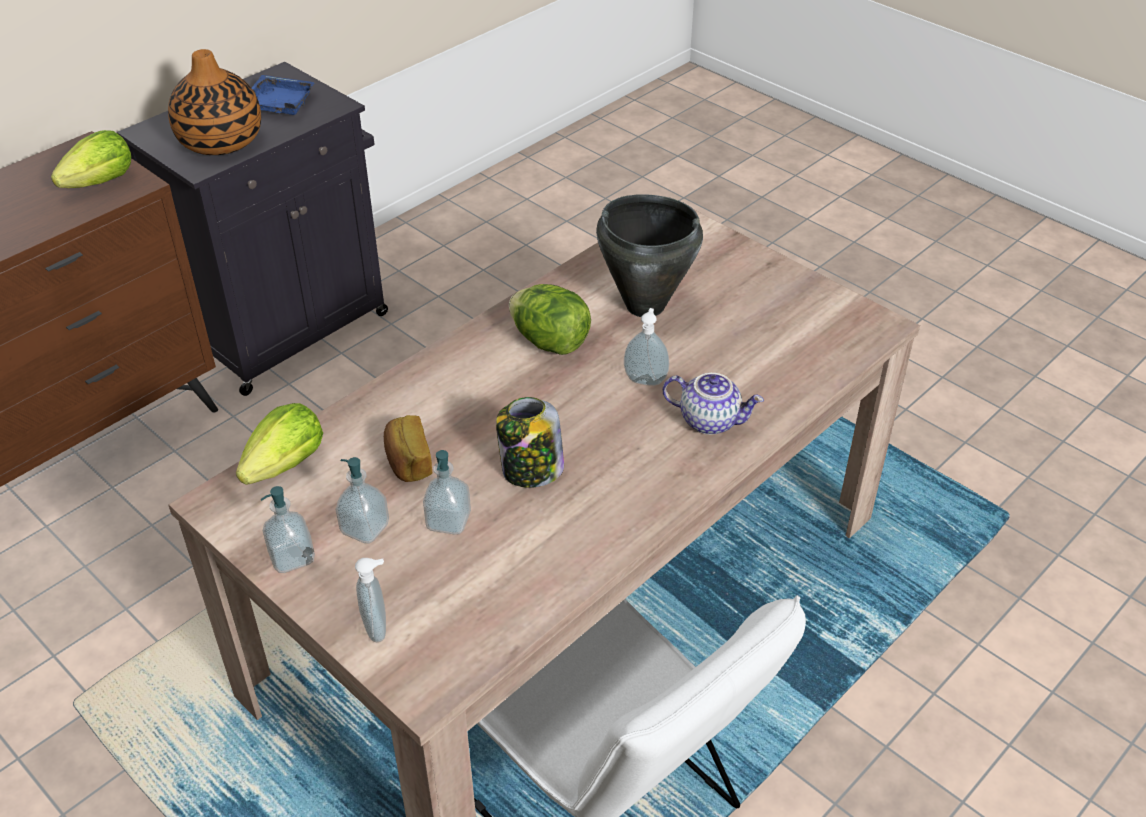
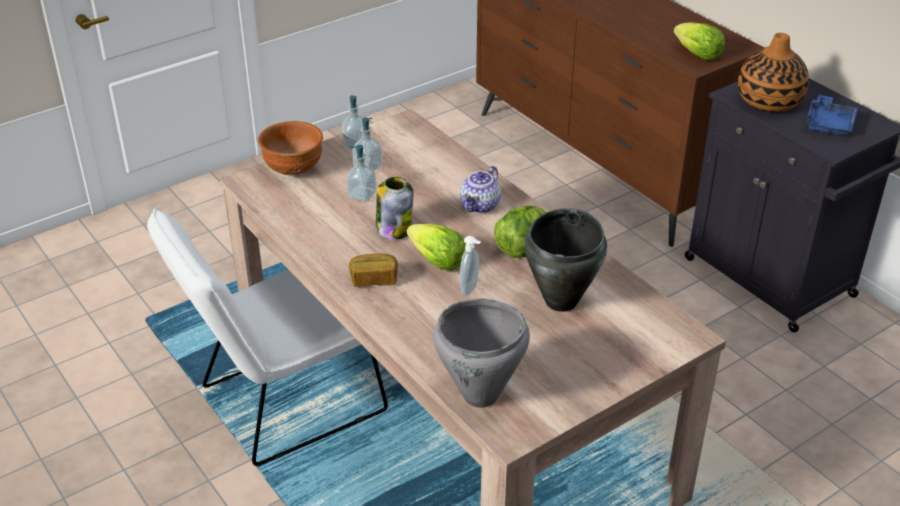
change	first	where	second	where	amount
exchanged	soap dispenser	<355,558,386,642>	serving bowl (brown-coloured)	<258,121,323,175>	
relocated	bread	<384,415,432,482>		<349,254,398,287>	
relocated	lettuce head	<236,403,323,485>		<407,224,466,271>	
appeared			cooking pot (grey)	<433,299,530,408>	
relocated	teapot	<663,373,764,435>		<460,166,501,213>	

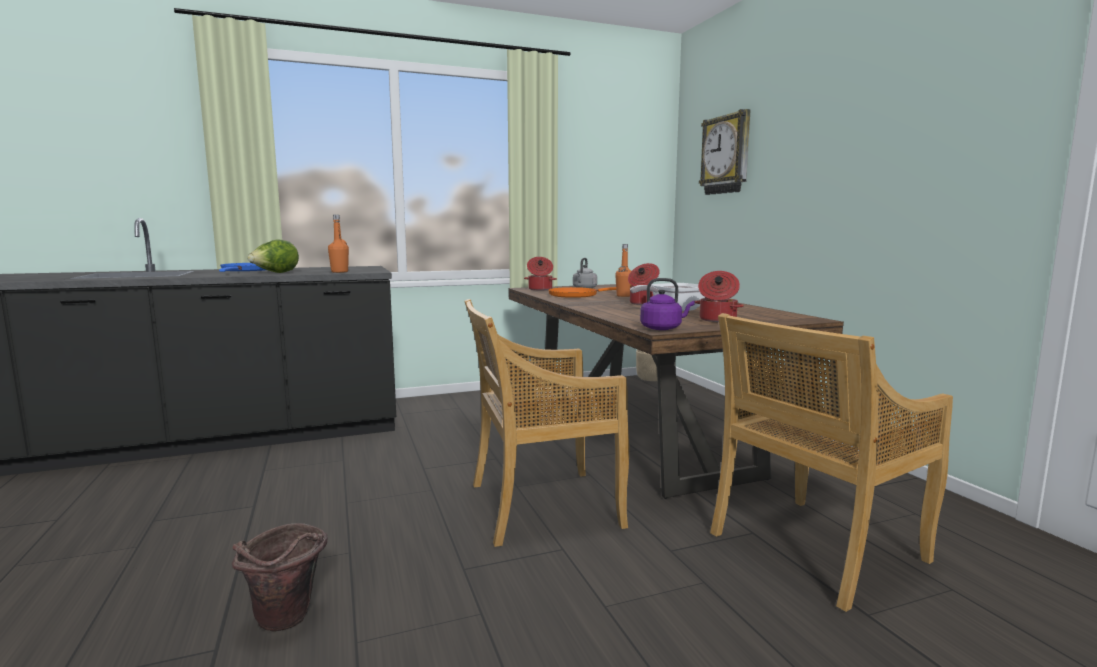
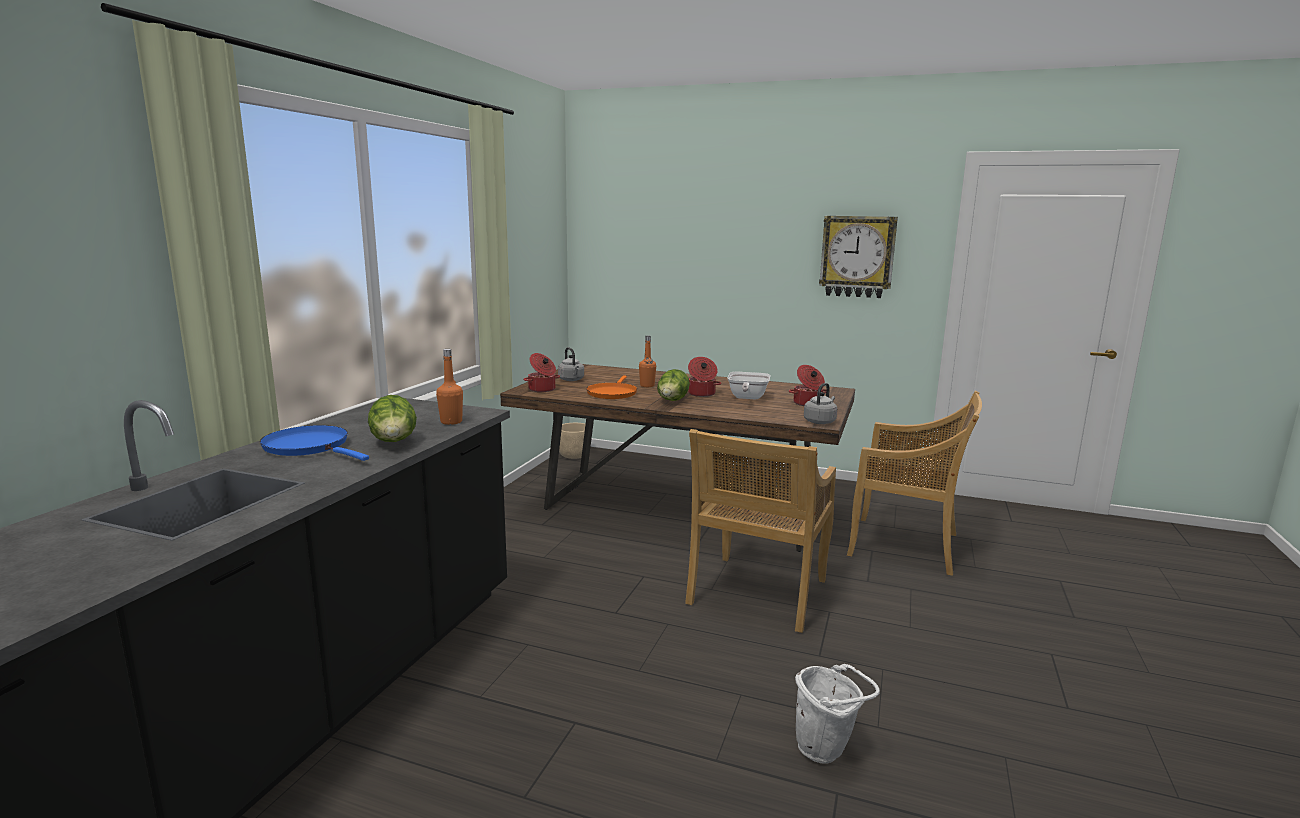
change	first	where	second	where	amount
appeared			lettuce head	<657,369,690,401>	
colour	pail (brown-coloured)	<232,523,327,631>	pail (whitish)	<795,664,880,764>	
colour	tea kettle (purplish)	<640,278,695,330>	tea kettle (grey)	<804,383,837,424>	
relocated	wall clock	<699,109,750,195>		<819,216,898,298>	
spun	chair (beige)	<710,313,953,612>		<847,391,982,576>	75 degrees counterclockwise

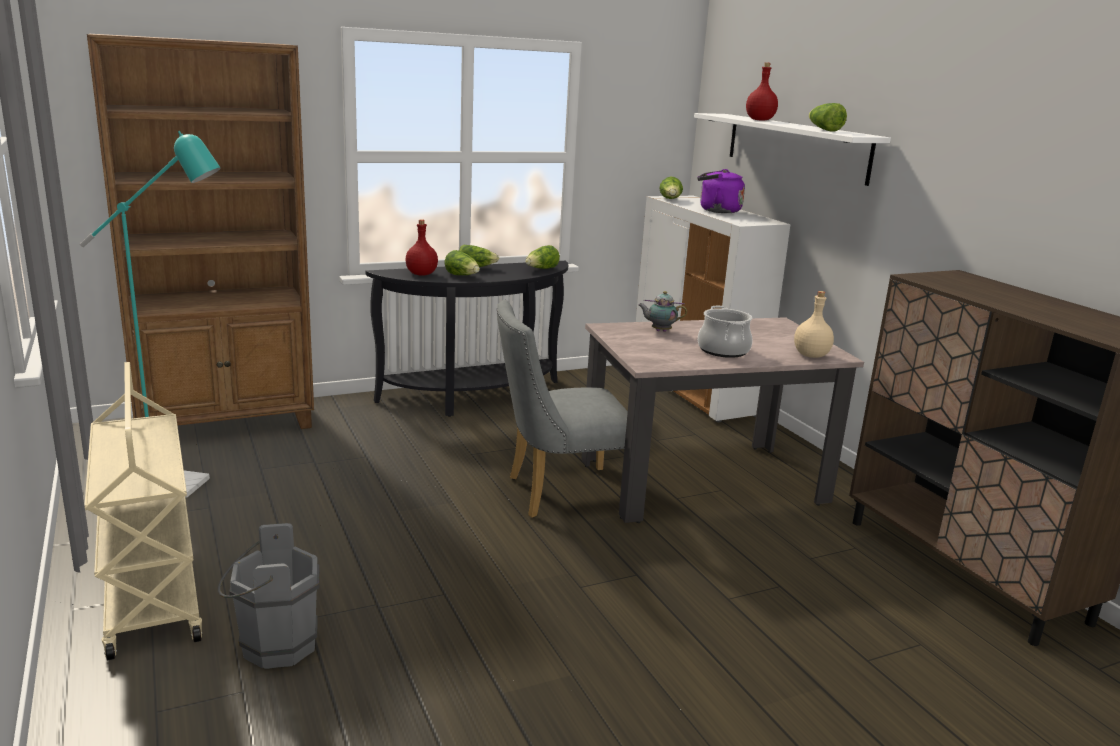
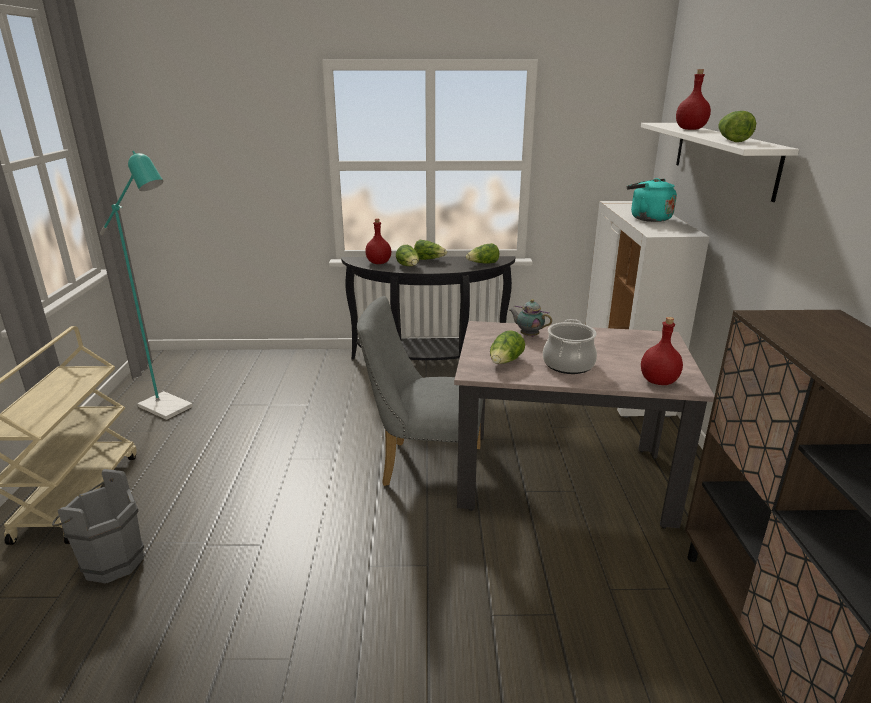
change	first	where	second	where	amount
relocated	lettuce head	<659,176,683,199>		<490,330,525,364>	
colour	tea kettle (purplish)	<697,169,745,213>	tea kettle (blue-green)	<627,178,677,222>	
colour	bottle (beige)	<794,291,834,358>	bottle (reddish)	<641,317,683,385>	
missing	shelving unit (brown-coloured)	<87,34,314,429>			

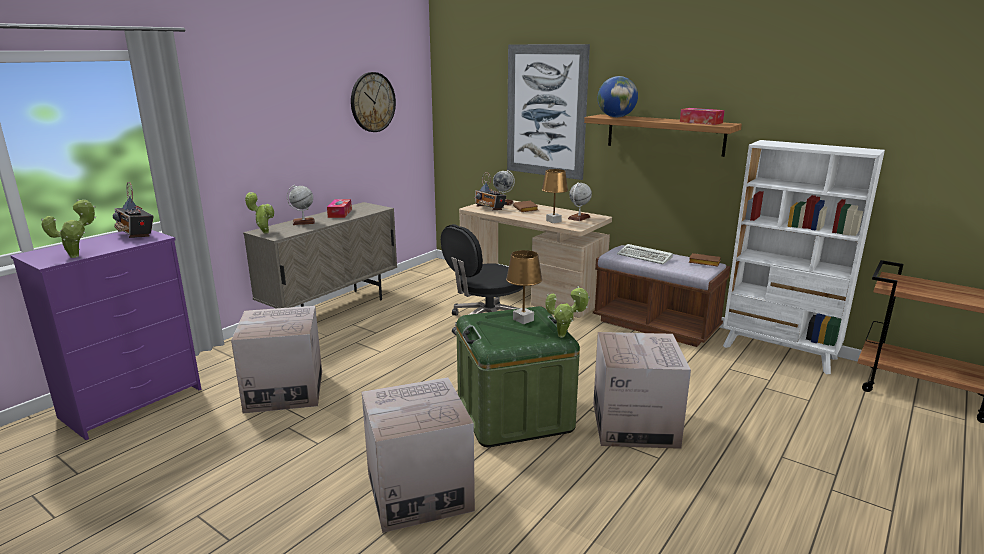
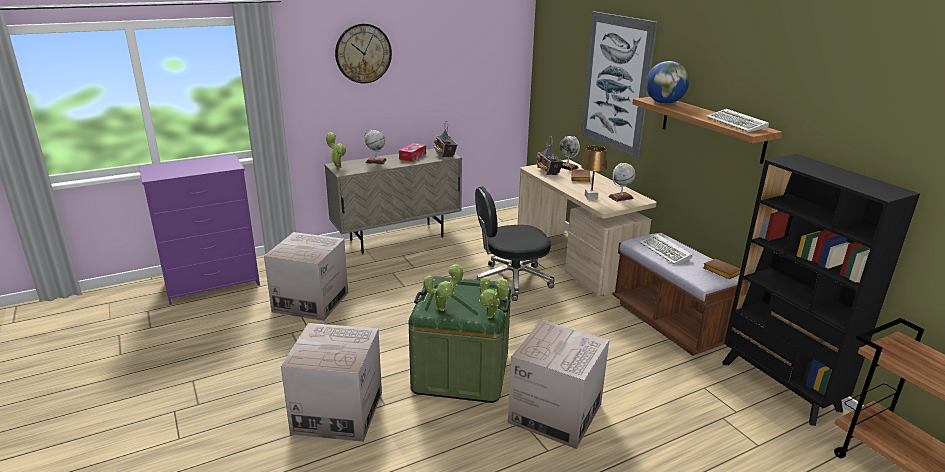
change	first	where	second	where	amount
relocated	wall clock	<351,72,396,132>		<335,23,392,83>	
relocated	potted plant	<41,199,96,258>		<423,263,465,311>	
relocated	radio set	<113,182,154,238>		<434,121,457,157>	
exchanged	box of tissues	<680,108,725,125>	computer keyboard	<706,109,769,132>	
colour	shelving unit (whitish)	<723,140,885,374>	shelving unit (black-coloured)	<723,154,920,426>	
missing	tabletop lamp (brown-coloured)	<506,250,542,324>			

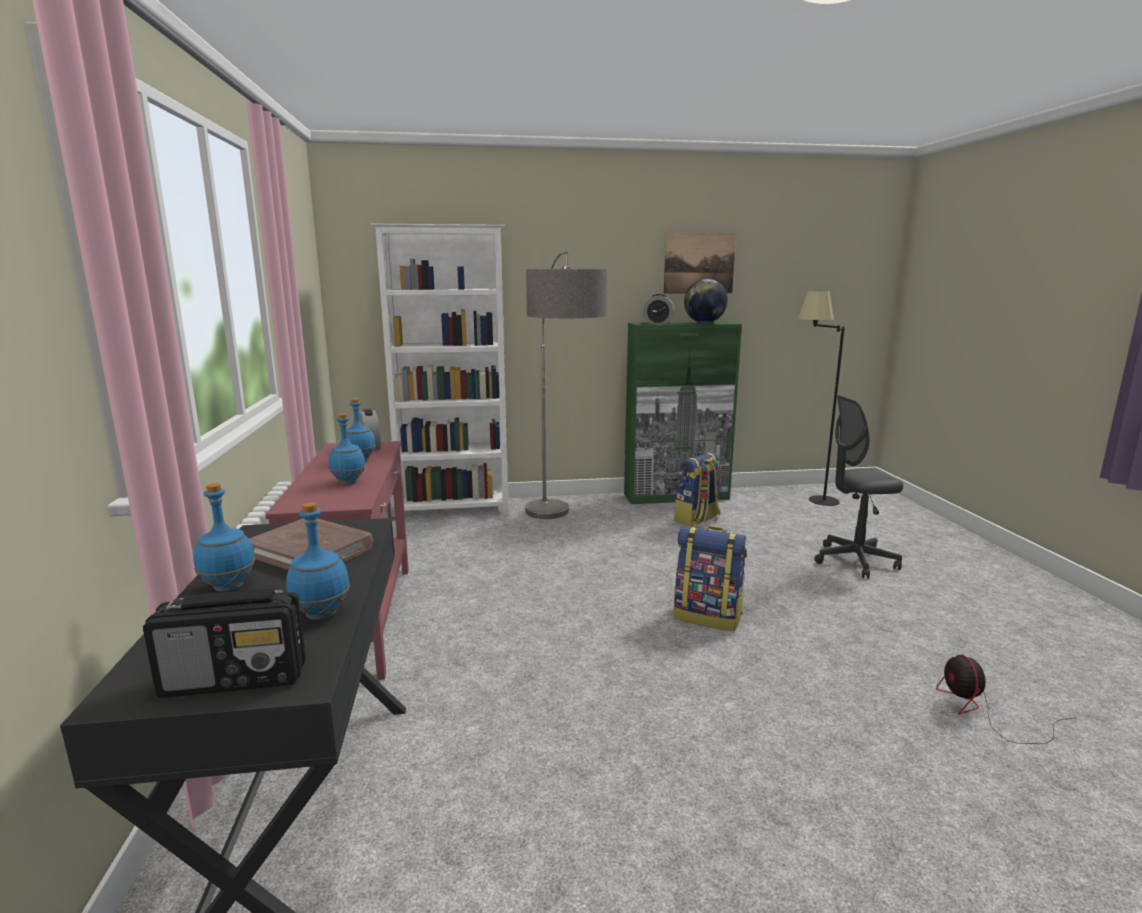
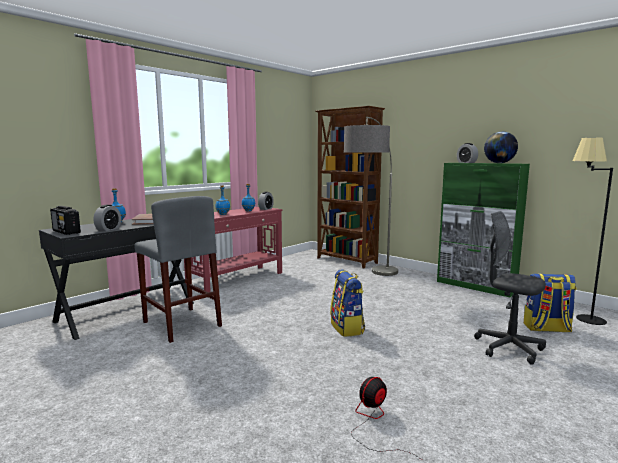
change	first	where	second	where	amount
exchanged	bottle (bluish)	<286,502,350,620>	table clock	<93,205,121,231>	
appeared			sitting stool (grey)	<134,196,222,343>	
colour	shelving unit (whitish)	<370,224,508,515>	shelving unit (brown-coloured)	<316,106,385,268>	
relocated	knapsack	<674,452,721,527>		<524,274,576,333>	
missing	wall picture	<663,233,736,294>			

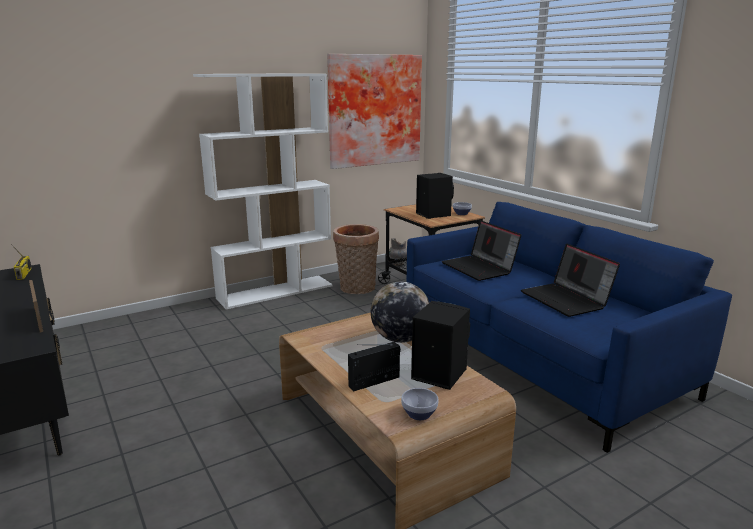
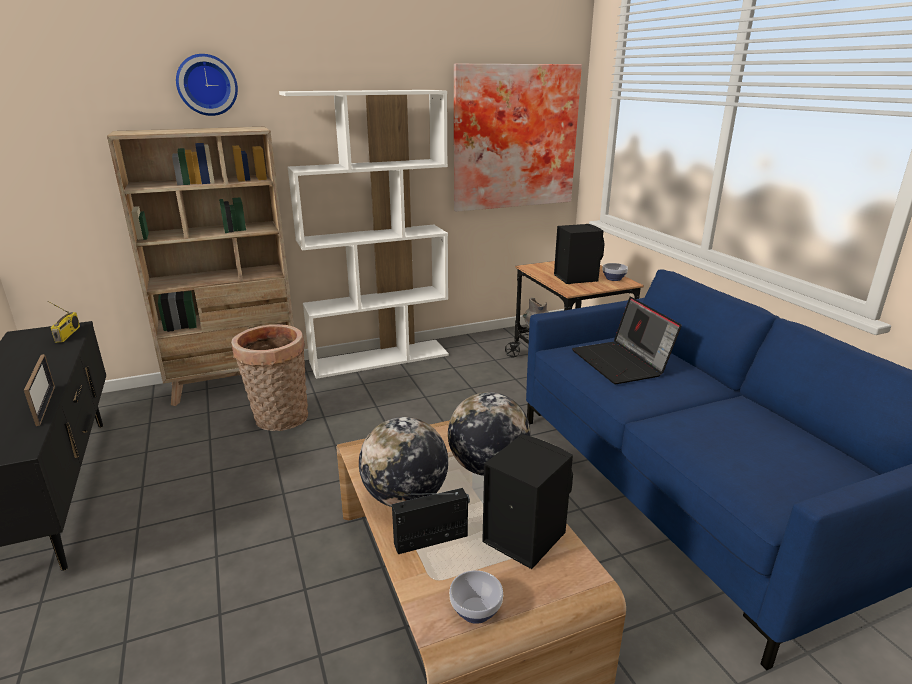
change	first	where	second	where	amount
appeared			shelving unit (beige)	<107,127,294,406>	
appeared			wall clock	<176,54,238,116>	
relocated	household basket	<333,224,379,294>		<231,324,308,431>	
appeared			globe	<359,417,448,507>	
missing	notebook computer	<521,243,620,317>			

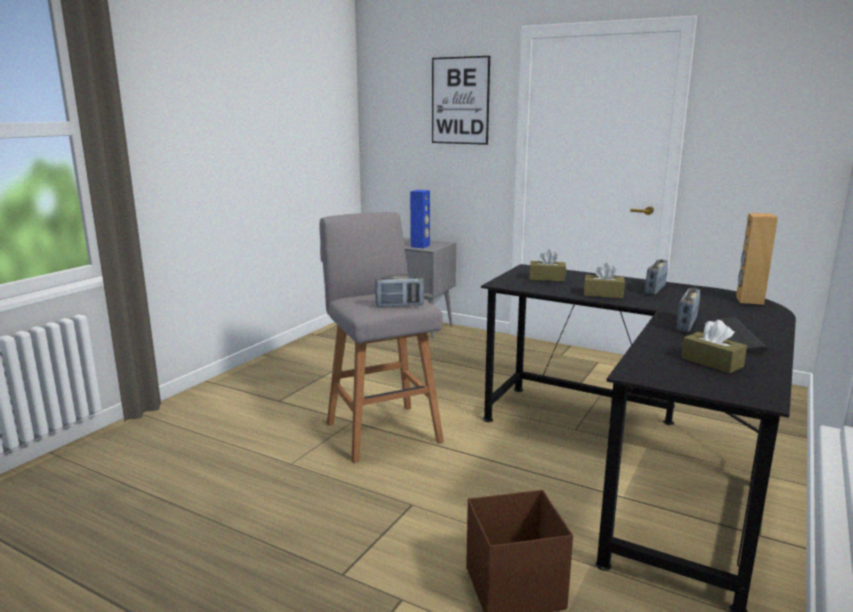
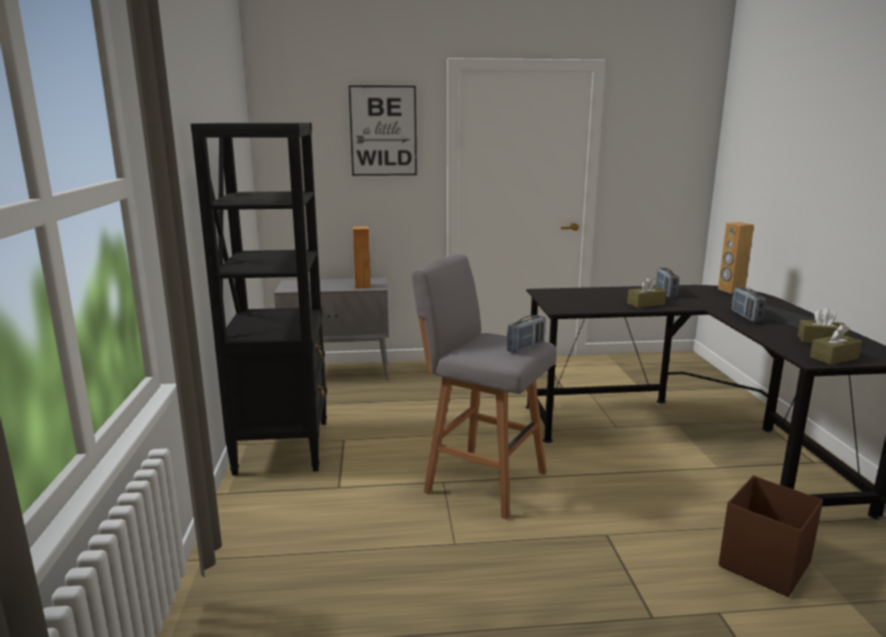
change	first	where	second	where	amount
appeared			shelving unit (black-coloured)	<191,123,327,475>	
colour	audio speaker (bluish)	<410,190,430,248>	audio speaker (brown-coloured)	<352,226,371,289>	
relocated	box of tissues (brown-coloured)	<529,249,566,282>		<810,323,862,365>	

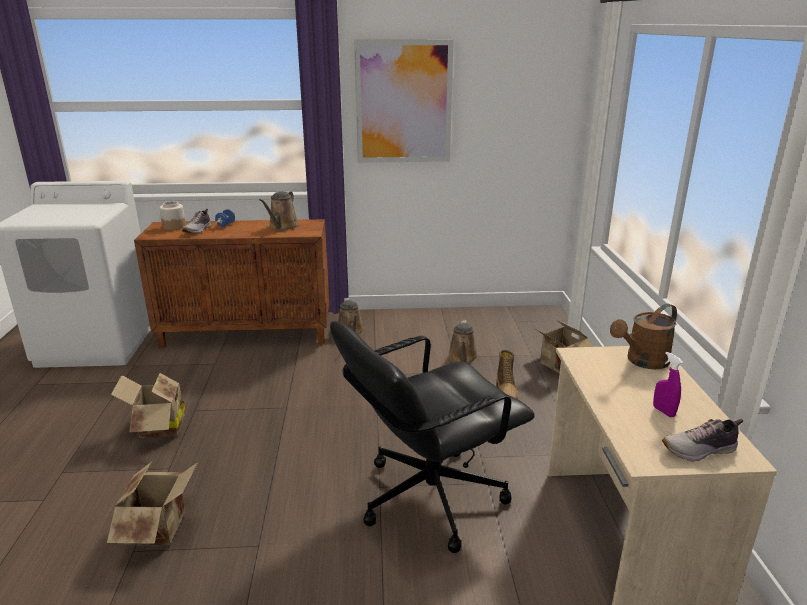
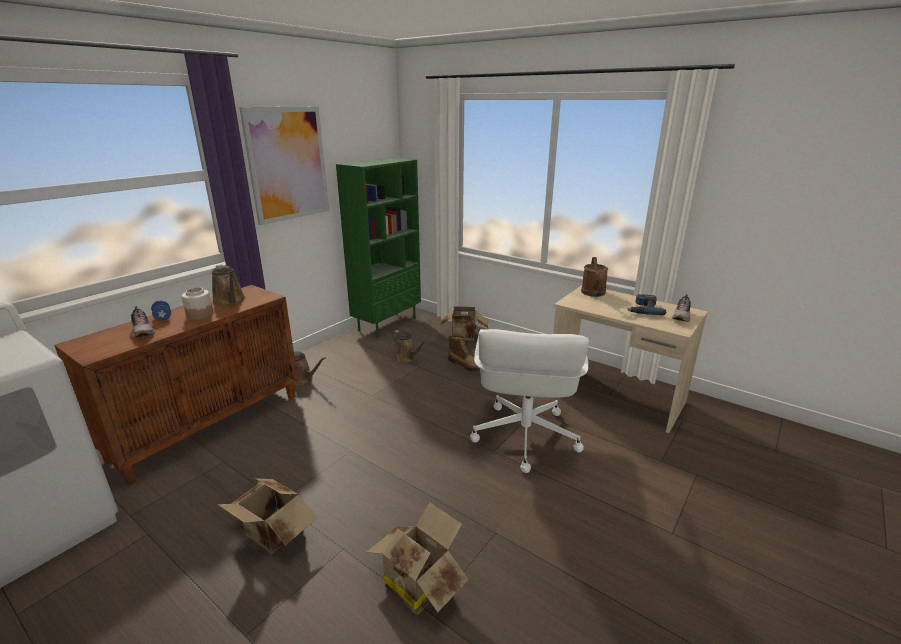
change	first	where	second	where	amount
relocated	storage jar	<159,201,186,230>		<182,287,213,320>	
appeared			shelving unit (green)	<336,158,421,338>	
colour	office chair (black-coloured)	<330,321,535,553>	office chair (whitish)	<470,329,589,473>	
exchanged	hand sprayer (purplish)	<653,352,683,417>	electric drill	<627,294,666,315>	

